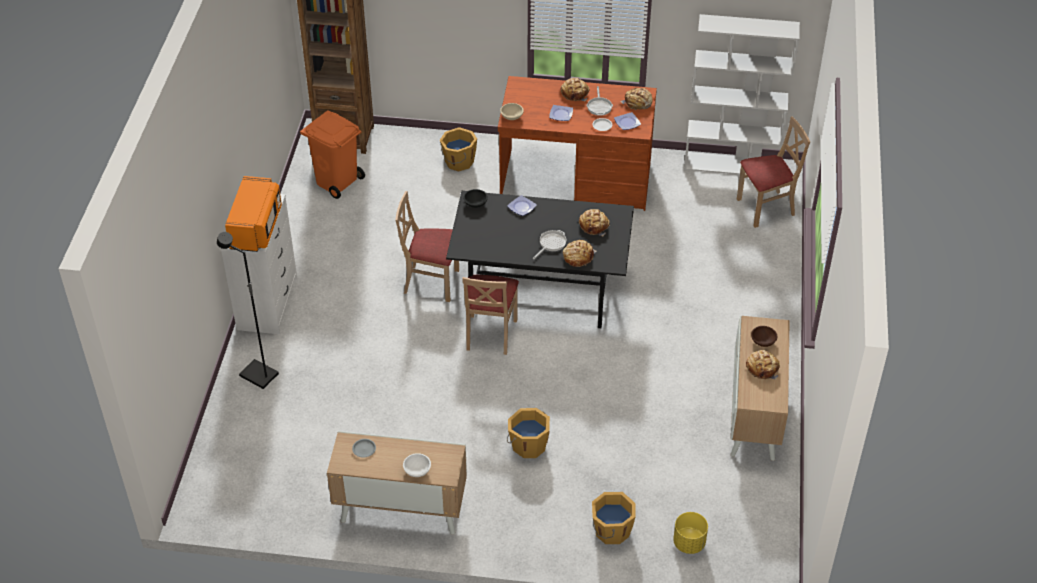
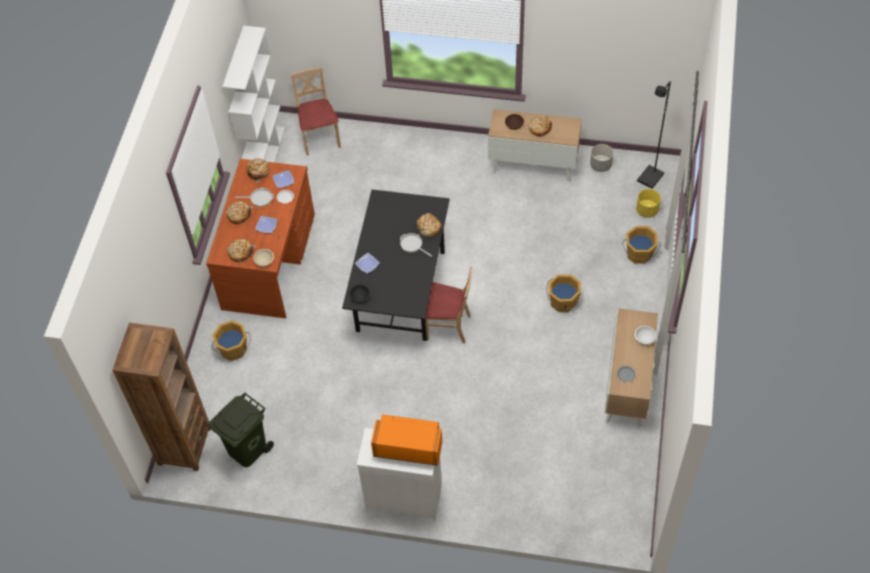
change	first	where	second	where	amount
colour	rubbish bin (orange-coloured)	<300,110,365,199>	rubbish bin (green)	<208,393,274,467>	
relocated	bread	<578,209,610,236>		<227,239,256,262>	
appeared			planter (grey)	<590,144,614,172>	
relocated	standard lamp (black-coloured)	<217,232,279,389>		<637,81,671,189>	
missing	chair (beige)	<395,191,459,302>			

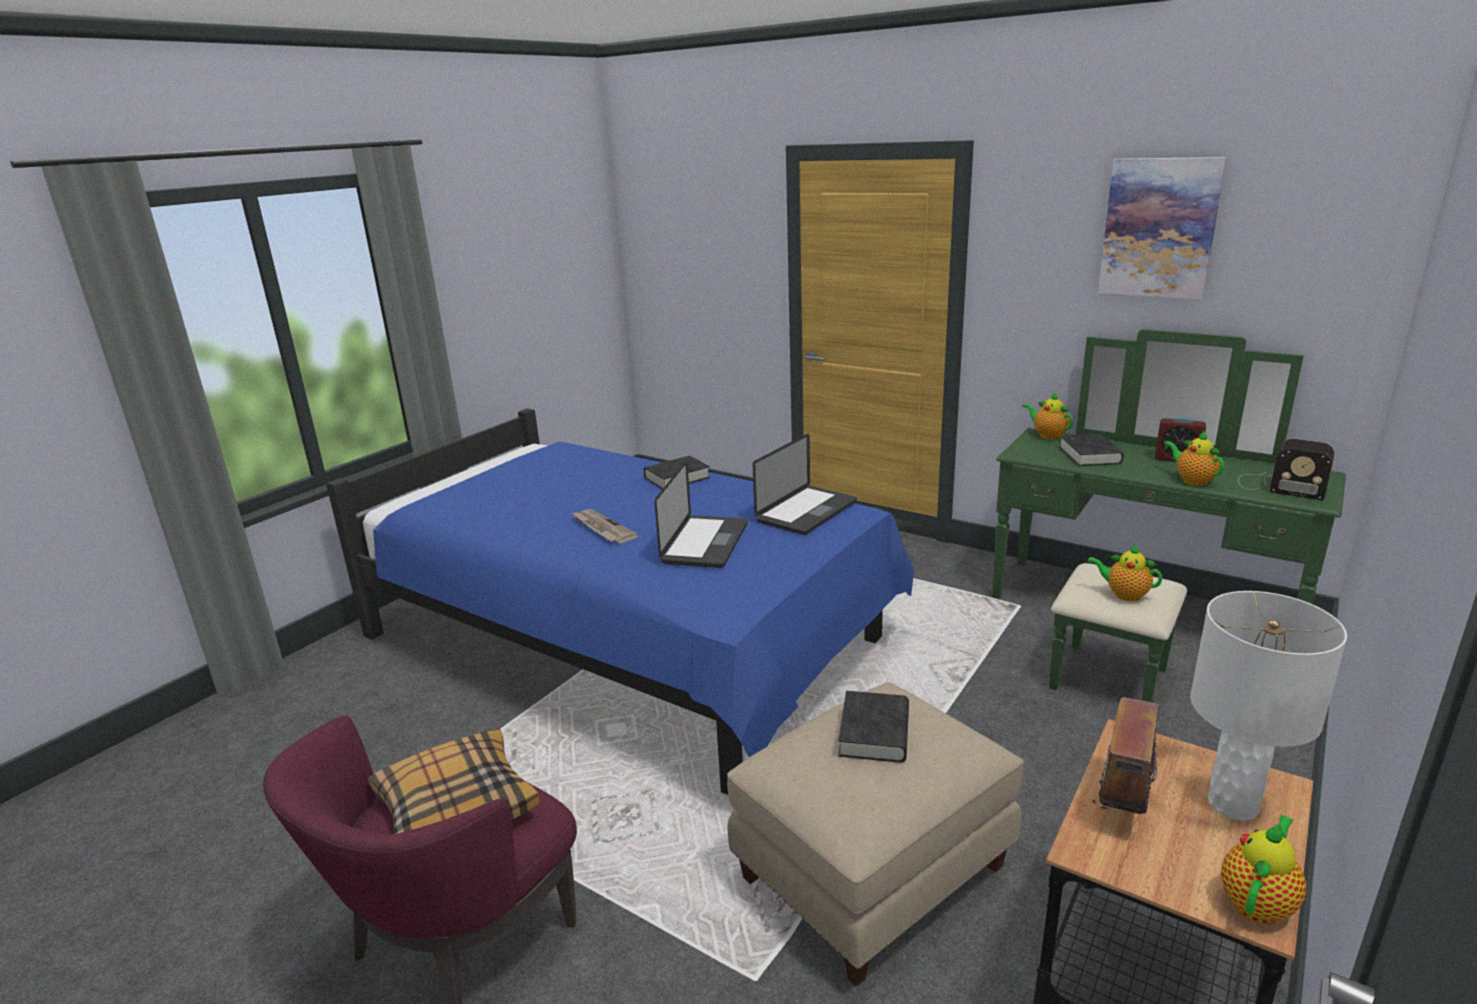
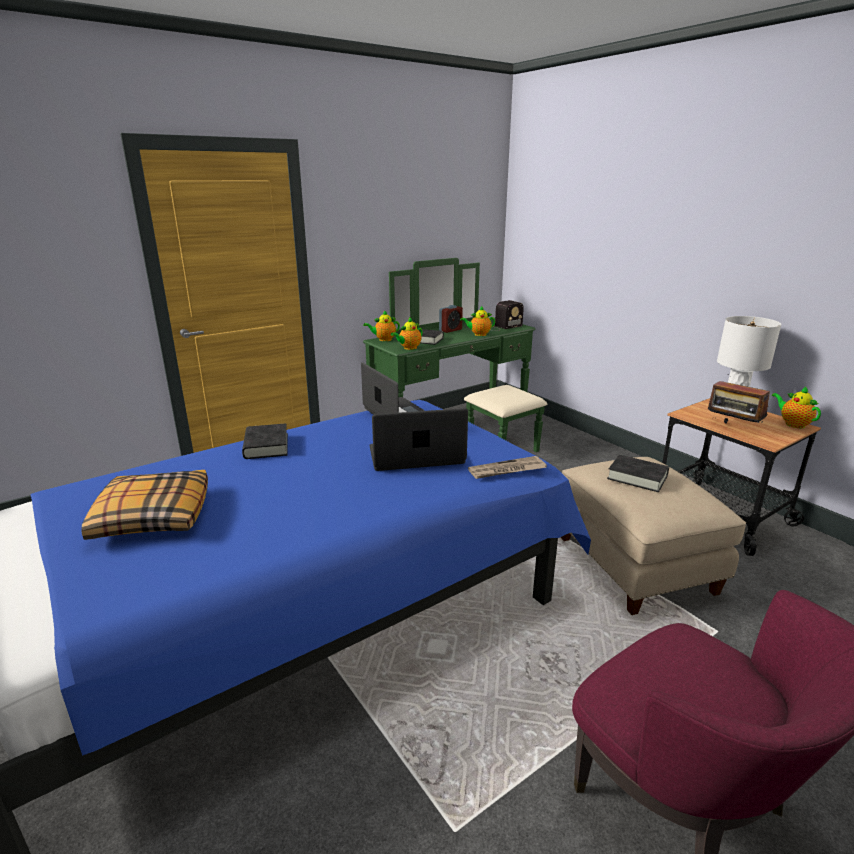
change	first	where	second	where	amount
relocated	throw pillow	<368,729,539,835>		<81,470,208,540>	
spun	notebook computer	<654,460,748,568>		<370,408,468,471>	45 degrees counterclockwise
relocated	teapot	<1087,544,1162,601>		<391,317,423,350>	
relocated	newspaper	<572,509,638,543>		<468,456,547,479>	
missing	wall picture	<1098,157,1226,300>			

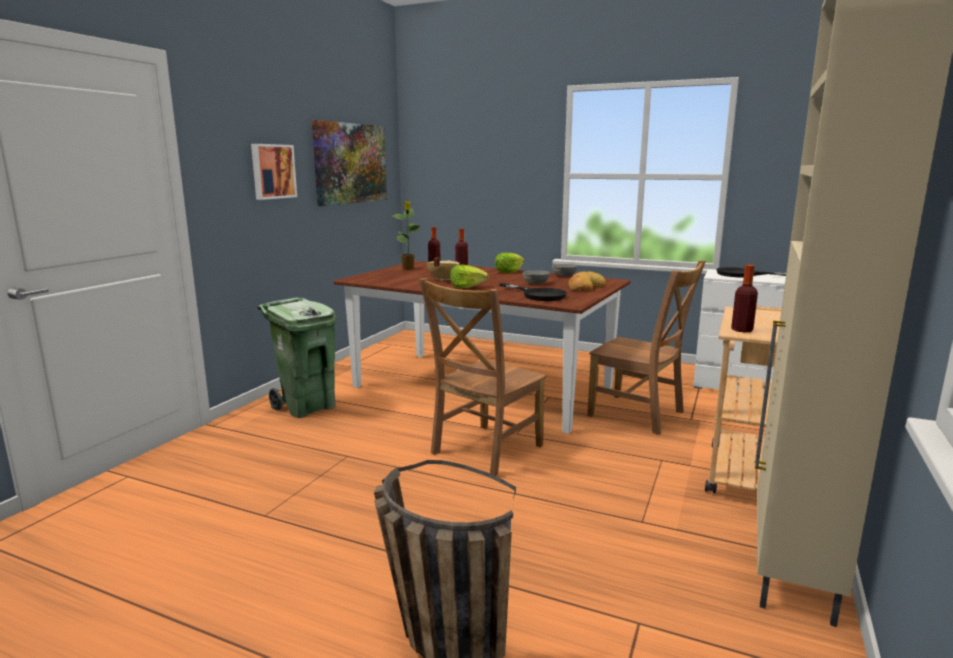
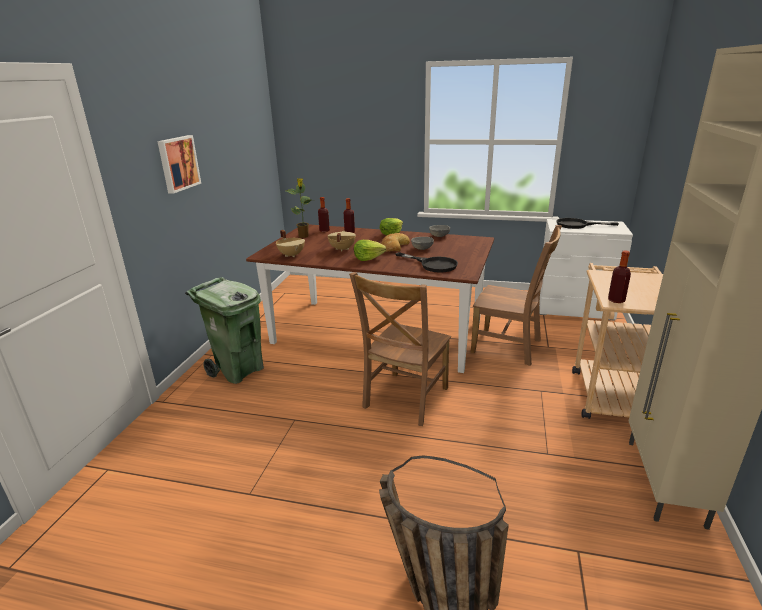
change	first	where	second	where	amount
appeared			cooking pot (beige)	<276,230,305,257>	
relocated	bread	<568,271,605,291>		<381,233,410,252>	
missing	wall picture	<312,120,387,206>			

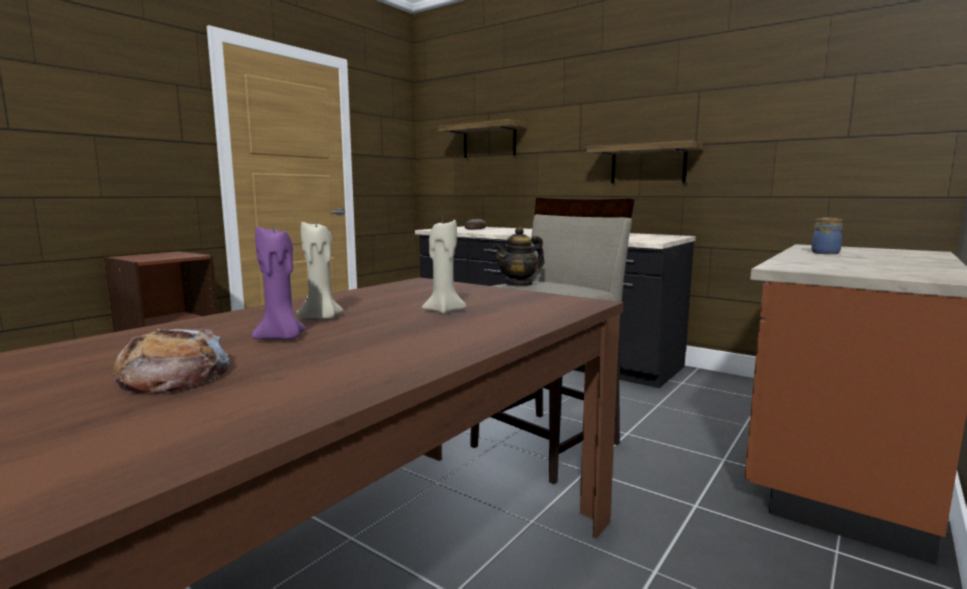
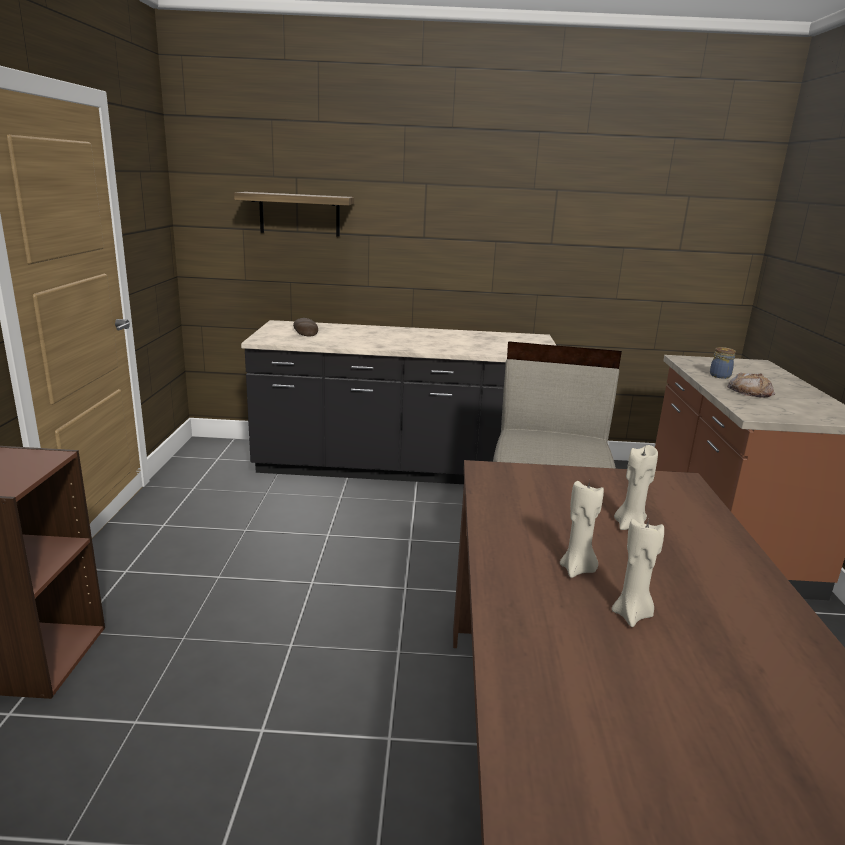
change	first	where	second	where	amount
colour	candle (purplish)	<252,223,306,339>	candle (beige)	<612,519,664,627>	
relocated	bread	<111,329,230,393>		<727,373,775,398>	
missing	teapot	<493,227,545,286>			
missing	wall shelf	<587,140,703,183>			

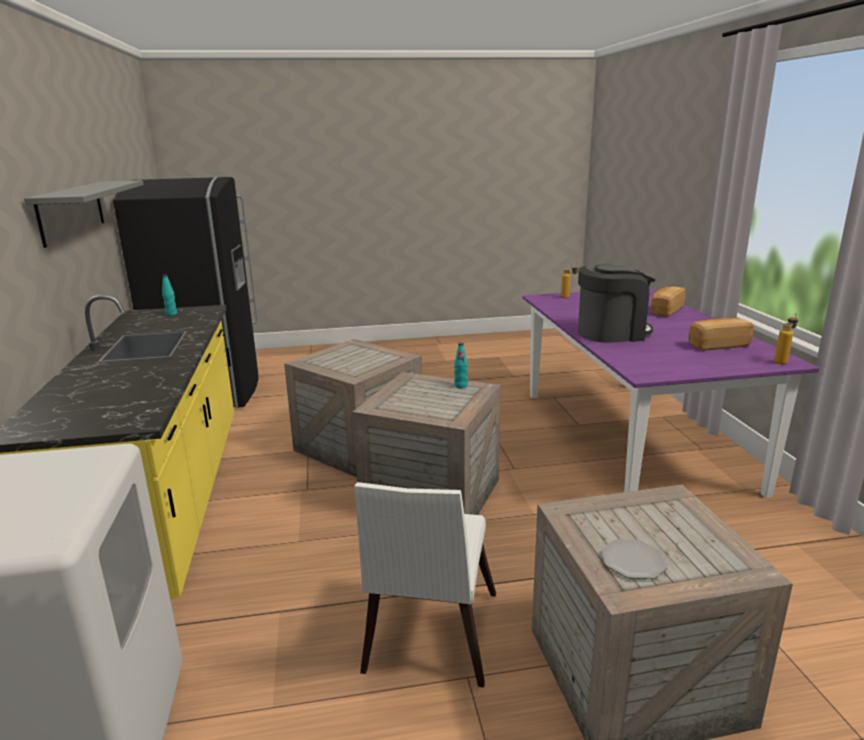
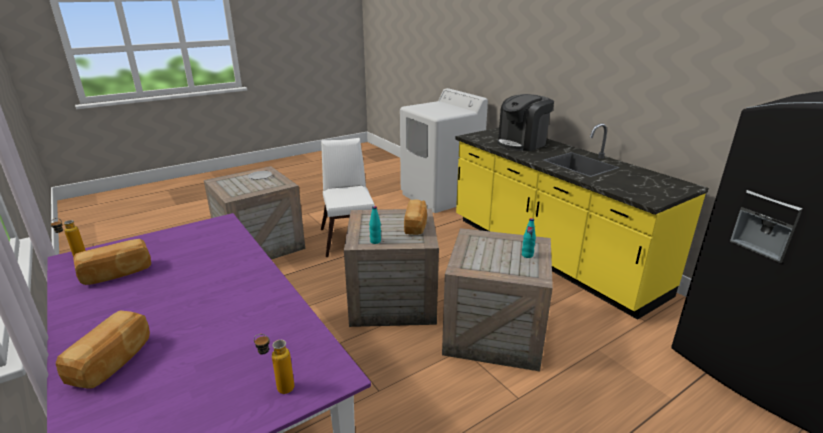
change	first	where	second	where	amount
appeared			bread	<404,200,427,235>	
relocated	coffee machine	<578,264,655,343>		<497,94,554,151>	
relocated	bottle (blue-green)	<162,275,177,316>		<522,218,536,258>	
missing	wall shelf (grey)	<24,180,144,248>			

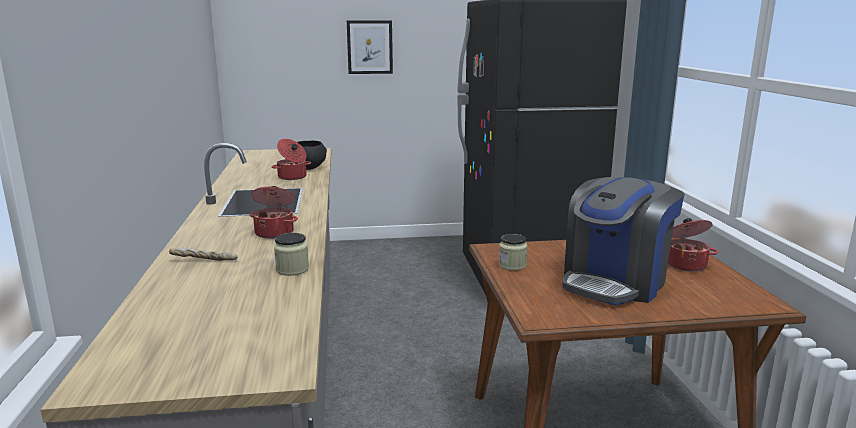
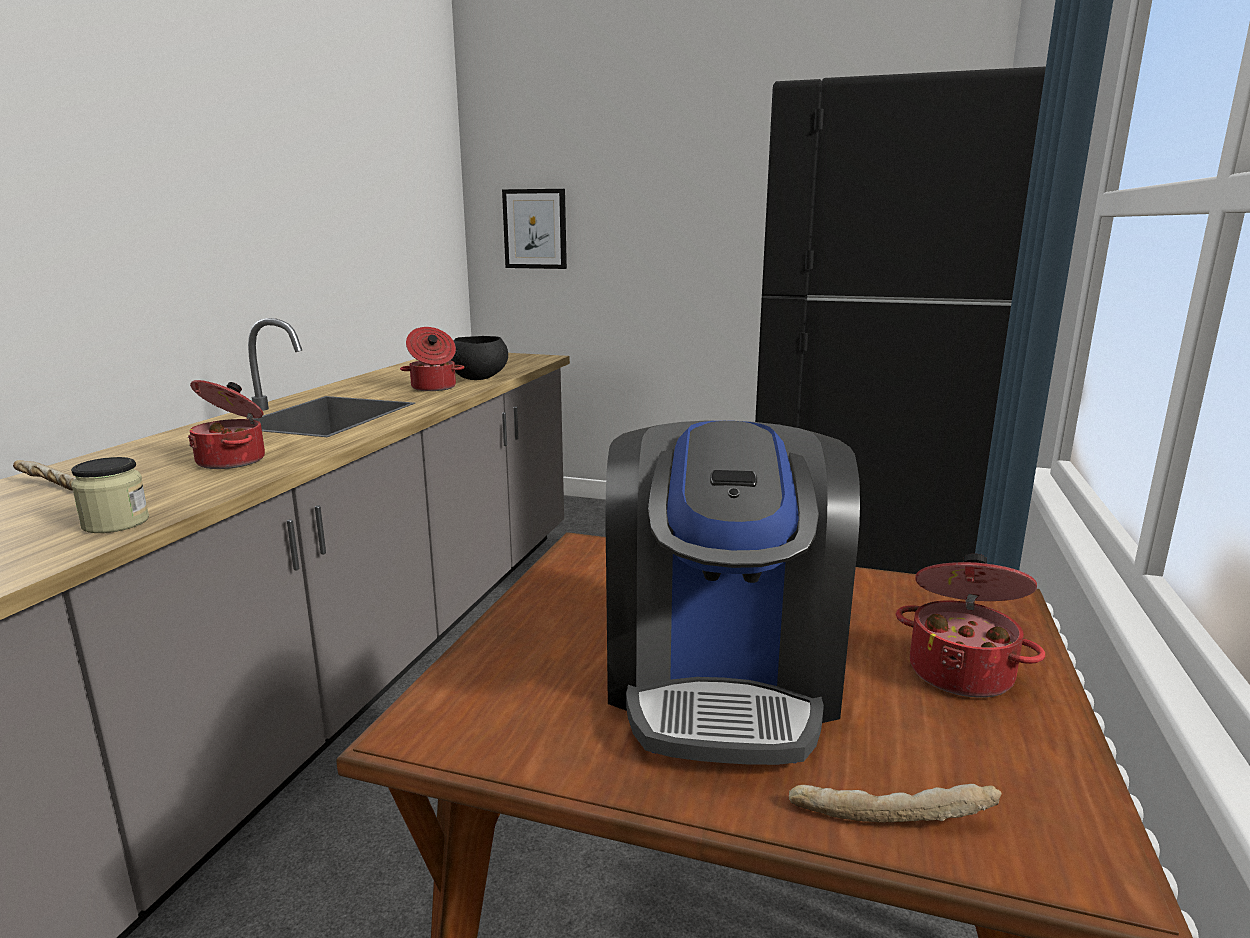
change	first	where	second	where	amount
relocated	wall picture	<347,20,393,74>		<502,189,567,269>	
spun	coffee machine	<562,177,685,305>		<606,420,860,765>	60 degrees counterclockwise
appeared			bread	<789,784,1002,823>	
missing	storage jar	<499,234,528,271>			

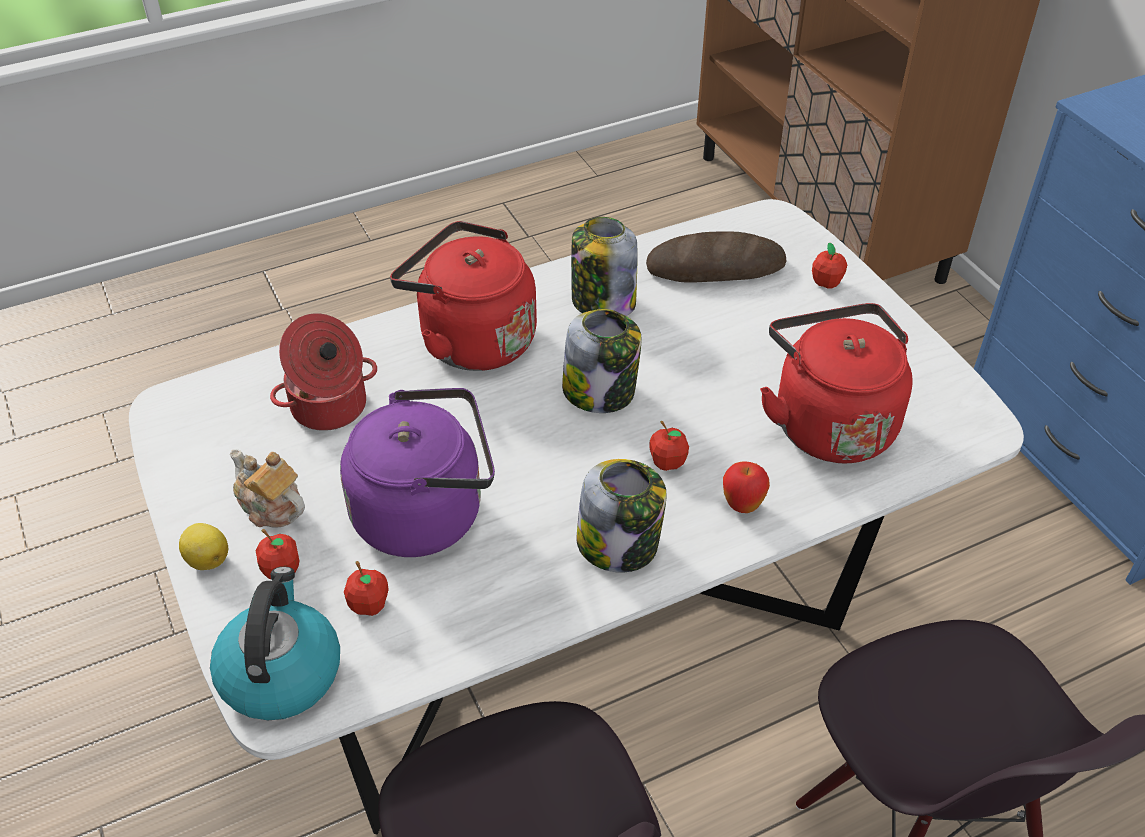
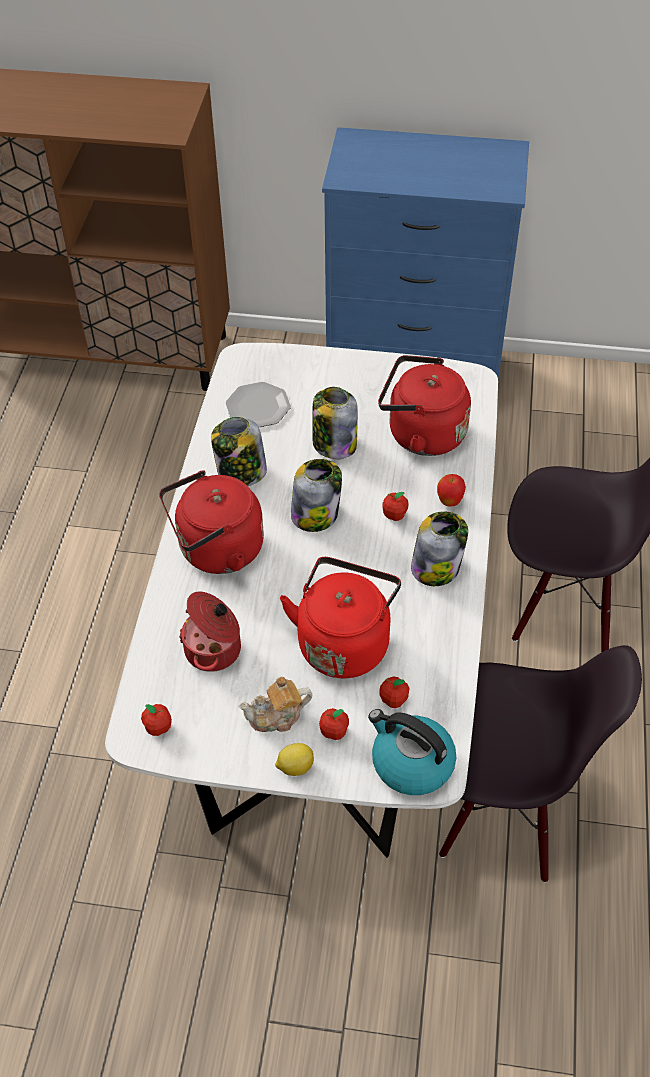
change	first	where	second	where	amount
relocated	apple fruit	<812,243,847,288>		<141,704,172,736>	
exchanged	bread	<646,231,787,283>	flat dish	<226,382,291,427>	
colour	tea kettle (purplish)	<340,388,495,557>	tea kettle (reddish)	<280,557,401,678>	
appeared			storage jar	<312,387,358,459>	

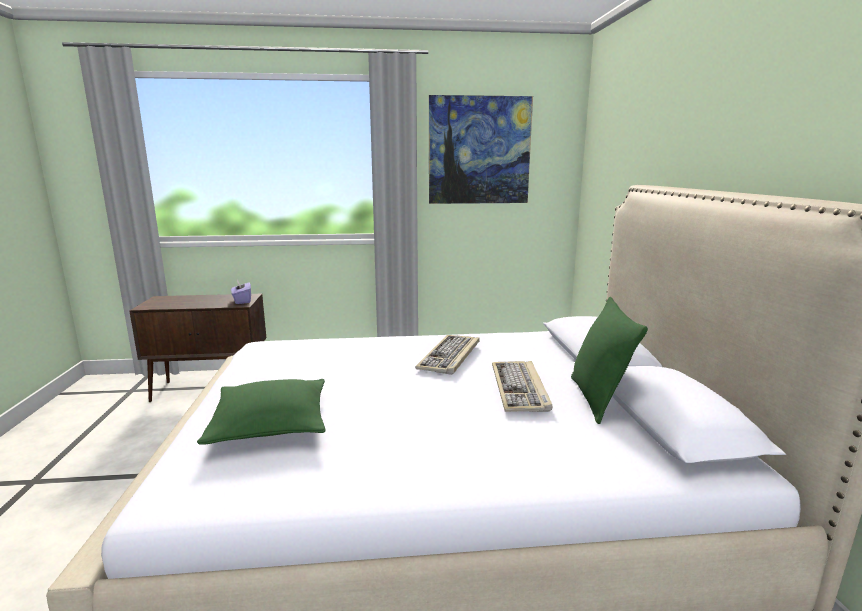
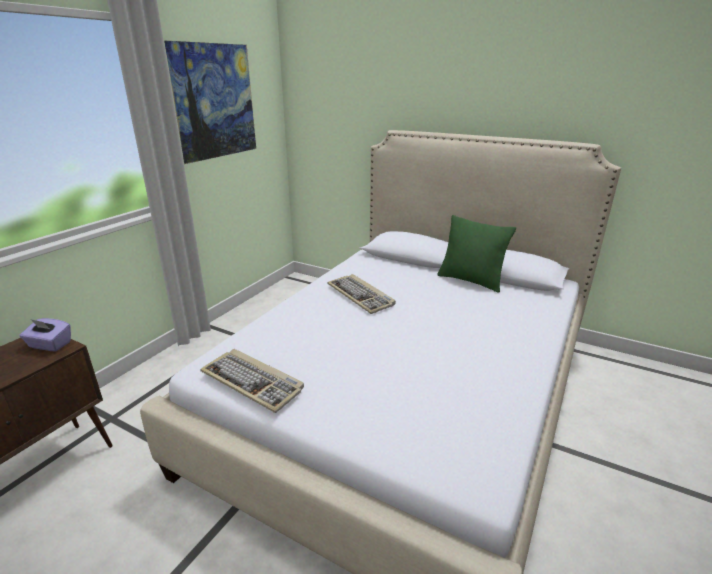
change	first	where	second	where	amount
relocated	computer keyboard	<492,361,553,412>		<201,349,304,413>	
missing	throw pillow (green)	<197,379,326,445>			

